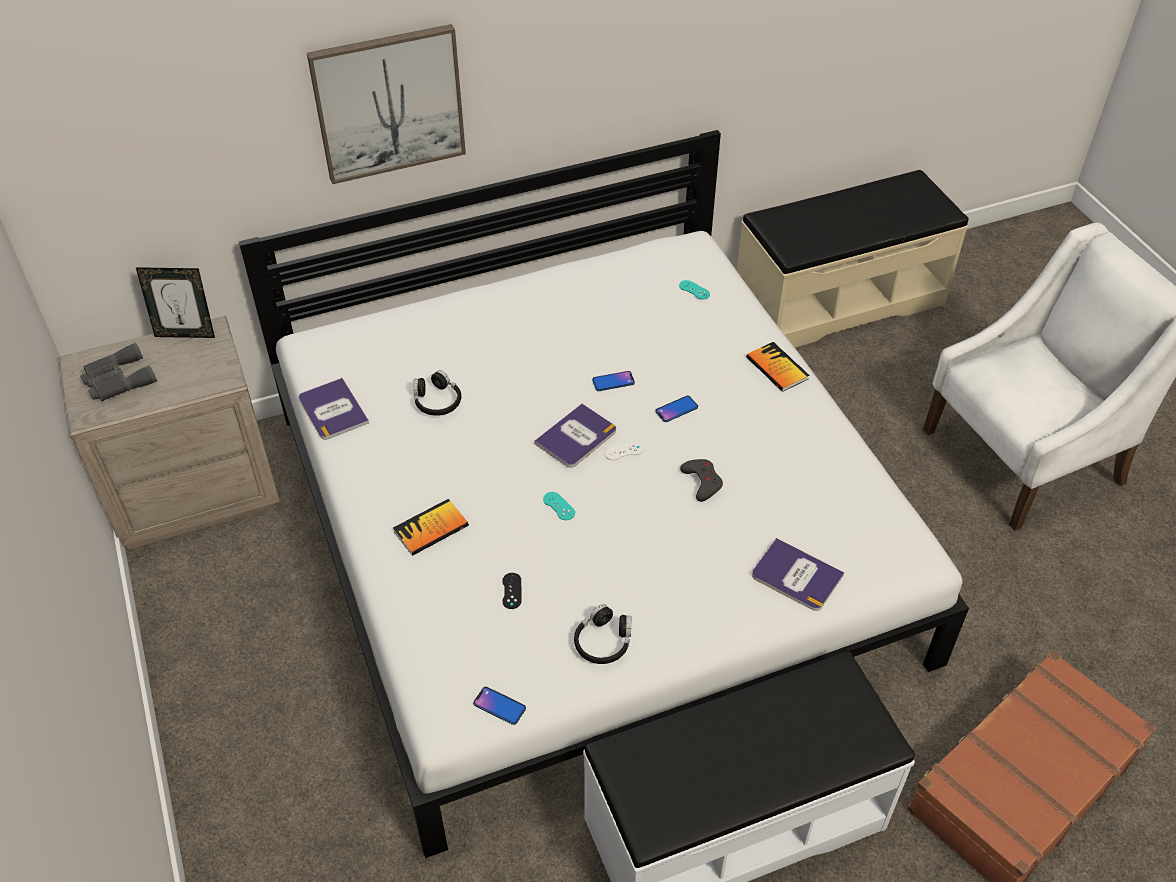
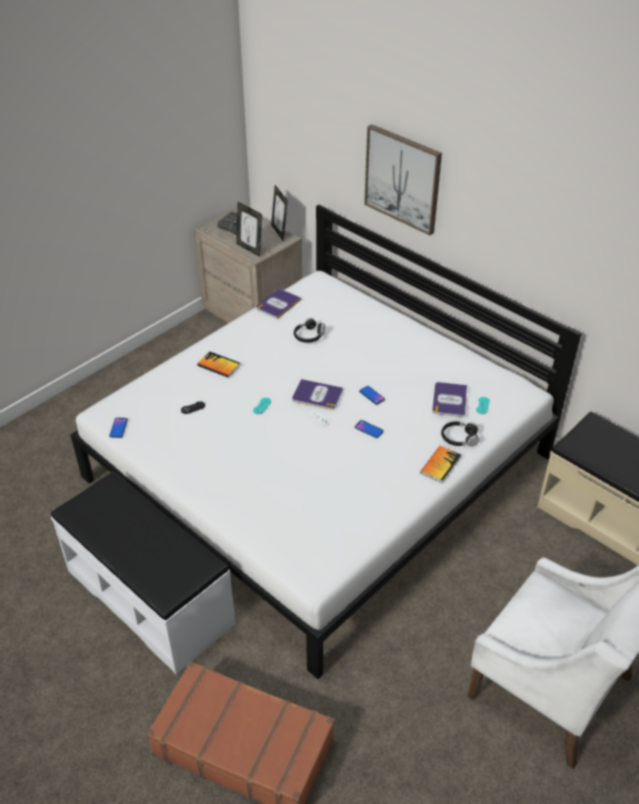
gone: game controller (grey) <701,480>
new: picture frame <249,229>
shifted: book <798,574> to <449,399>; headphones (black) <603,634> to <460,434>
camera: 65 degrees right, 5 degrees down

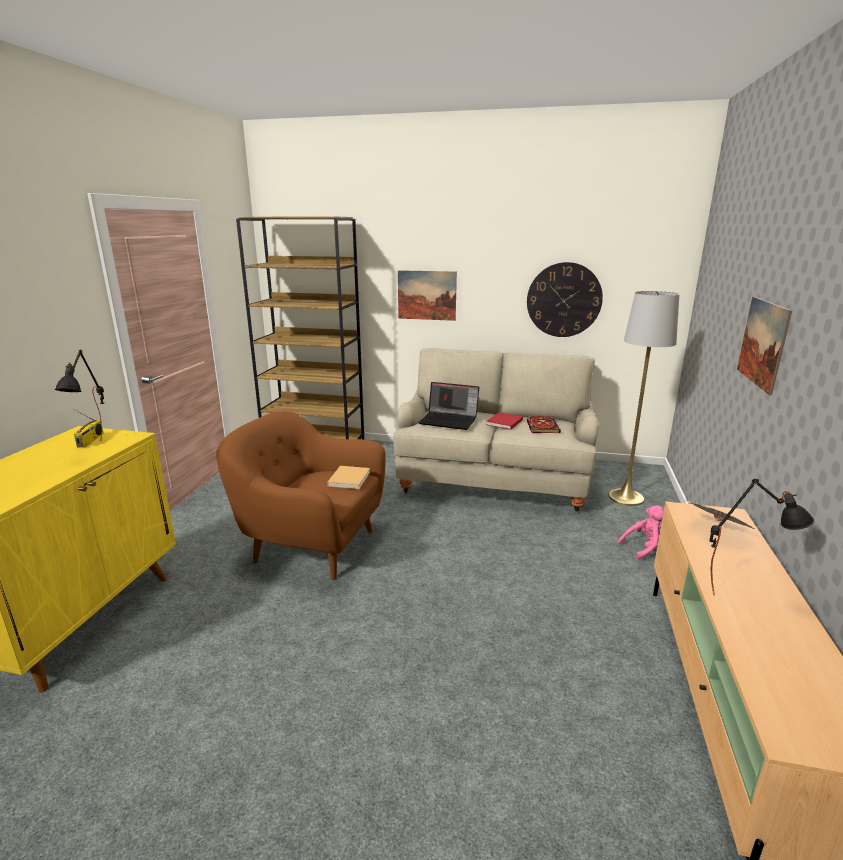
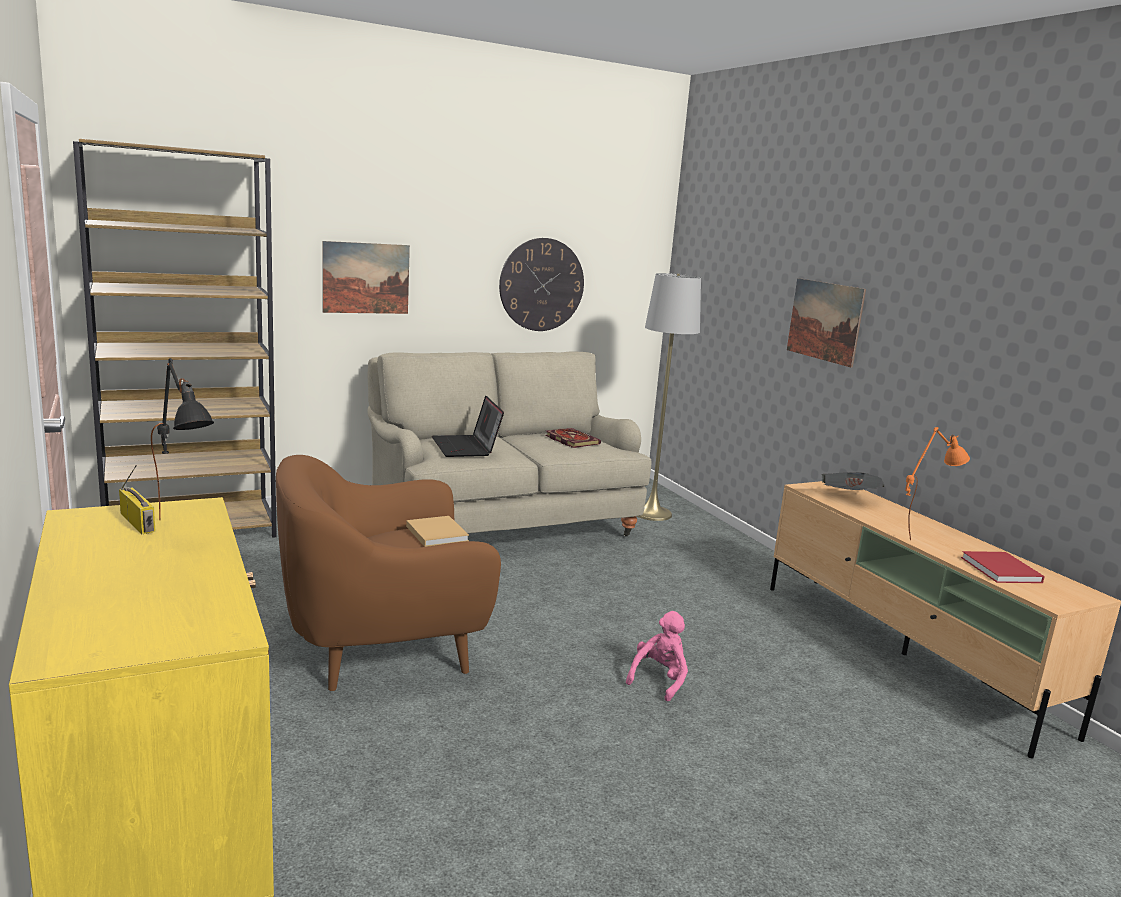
shifted: book (red) <504,421> to <1003,567>; plush toy (pink) <641,532> to <657,656>
repainted: table lamp (black) <761,537> to table lamp (orange) <937,483>
rotated: laptop <448,406> = <468,426> 90 degrees clockwise
camera: 40 degrees left, 5 degrees down

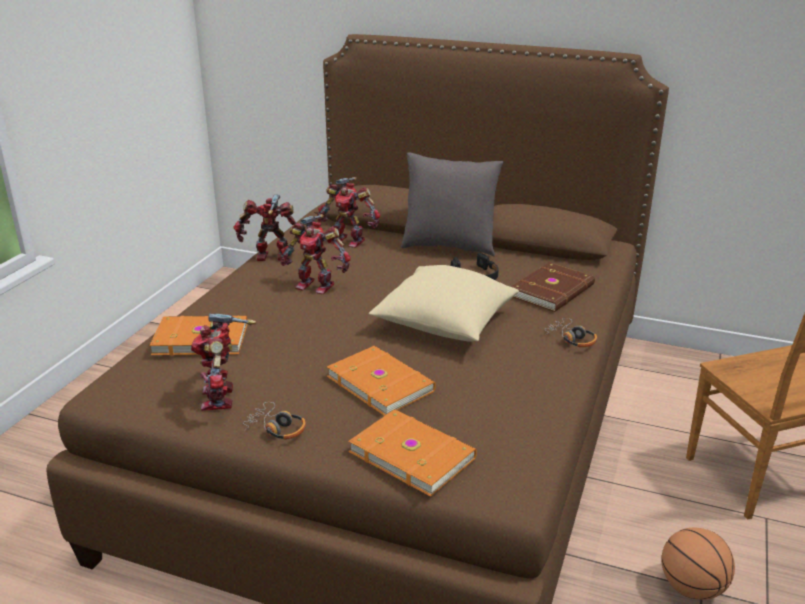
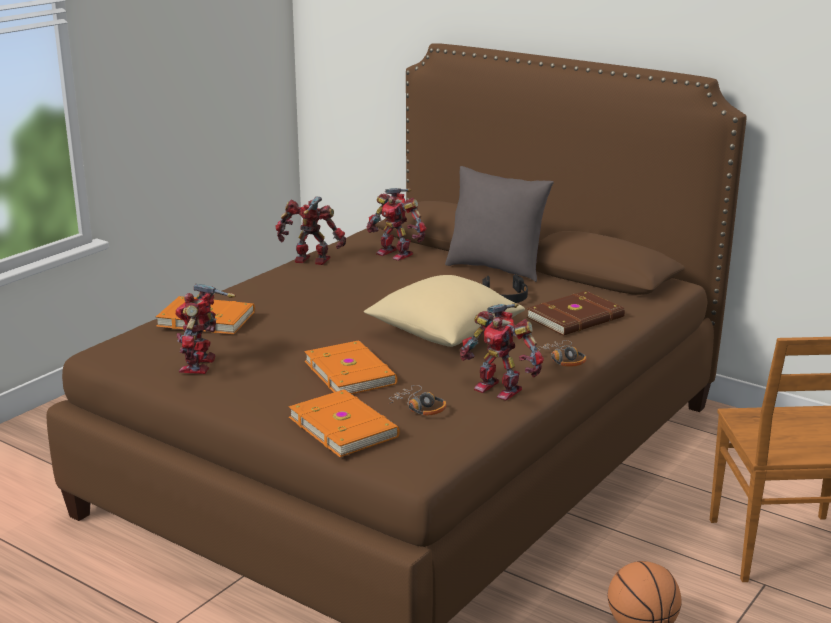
shifted: toy robot <315,254> to <502,352>; headphones <274,421> to <417,400>
camera: 15 degrees right, 5 degrees down

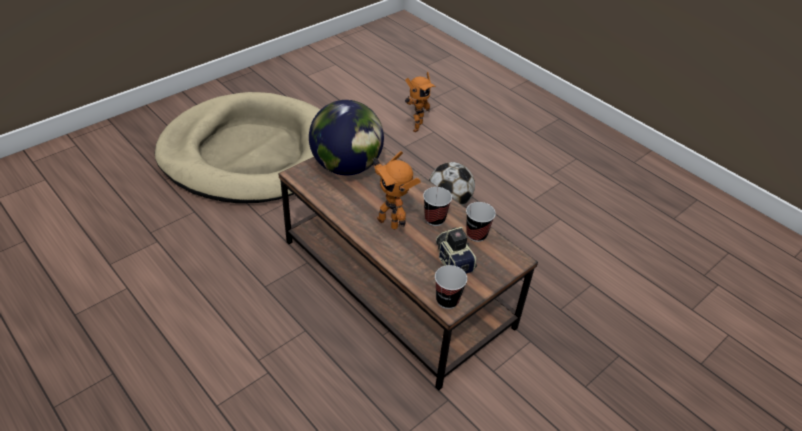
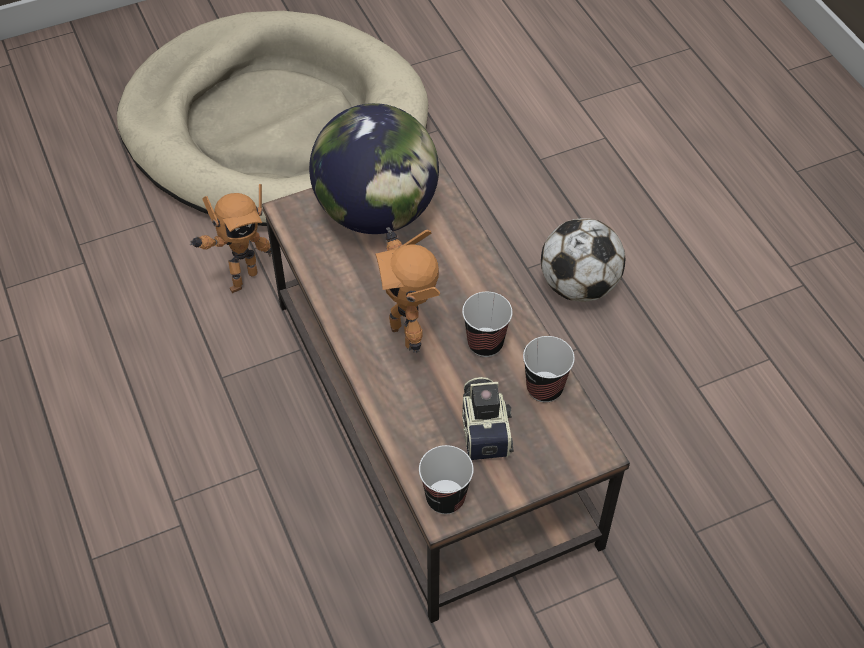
shifted: toy robot <420,102> to <231,238>
camera: 20 degrees right, 10 degrees up

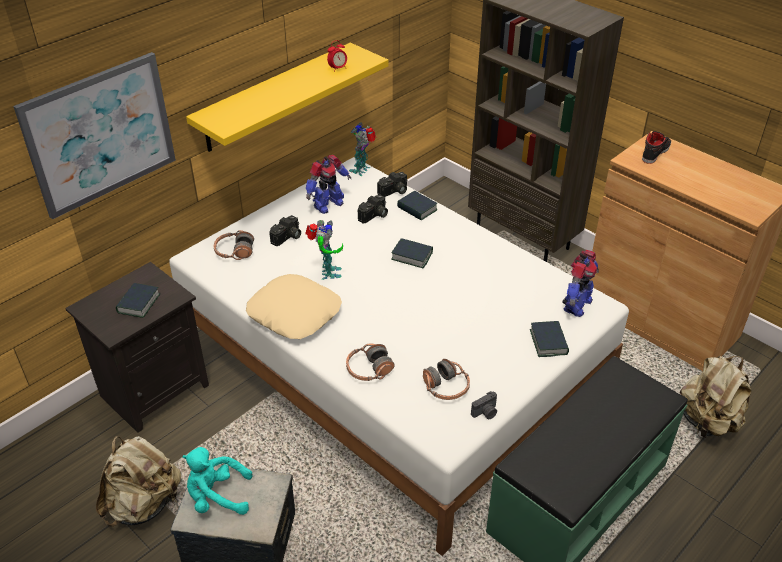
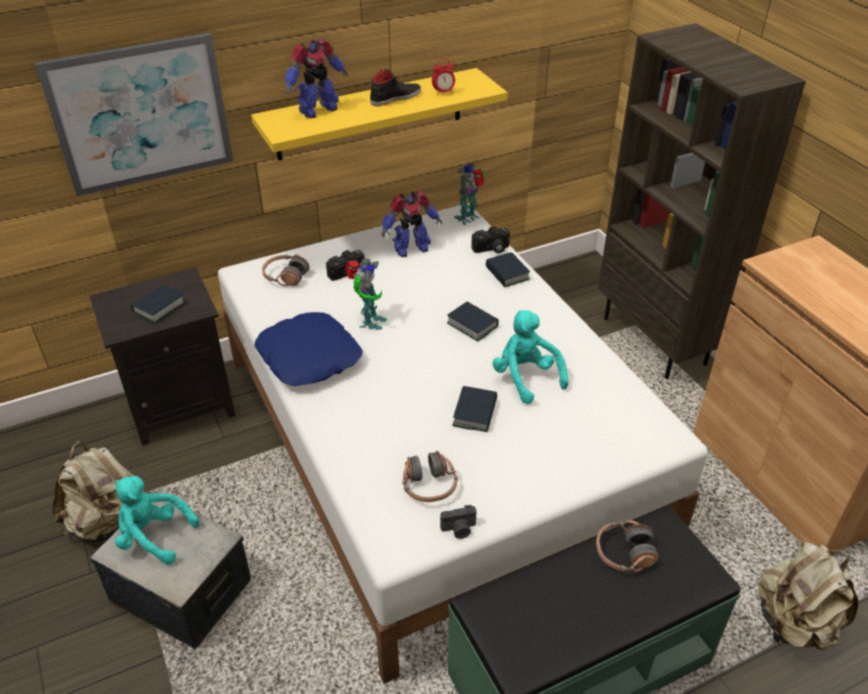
gone: photo camera <373,209>
new: plush toy (turquoise) <530,357>
shifted: shoe (black) <656,147> to <395,87>; toy robot <580,283> to <316,78>; book <549,339> to <474,409>; headphones <370,362> to <627,546>
repainted: pillow (beige) <294,306> to pillow (blue) <308,349>
camera: 20 degrees right, 0 degrees up

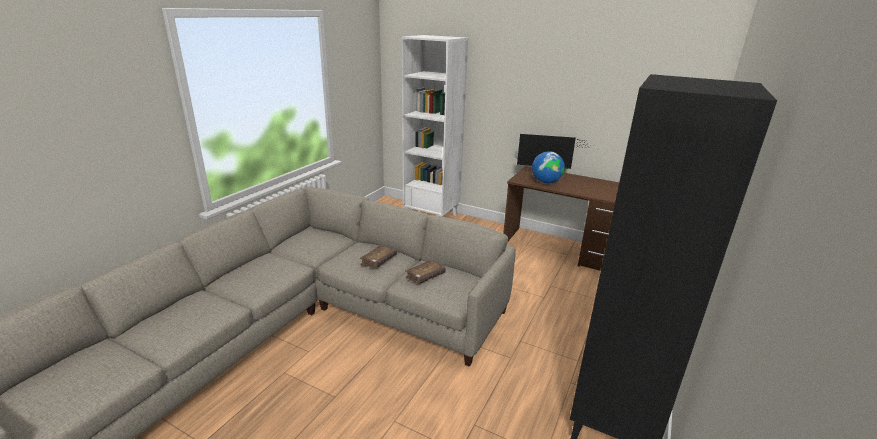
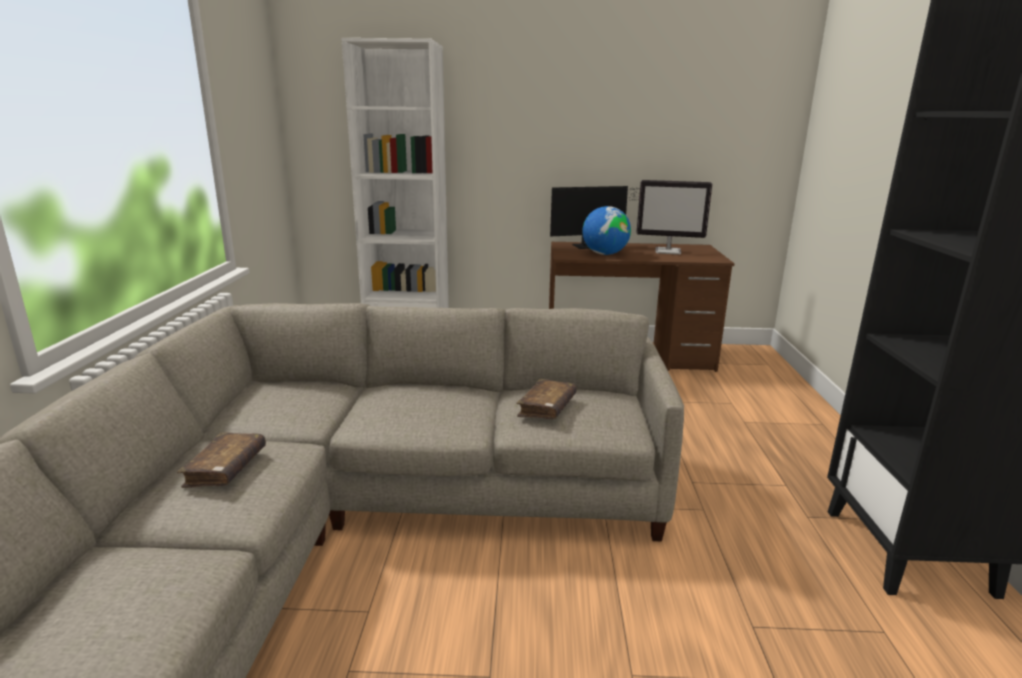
new: monitor <674,217>
shifted: book (brown) <378,256> to <221,460>
camera: 25 degrees left, 5 degrees down

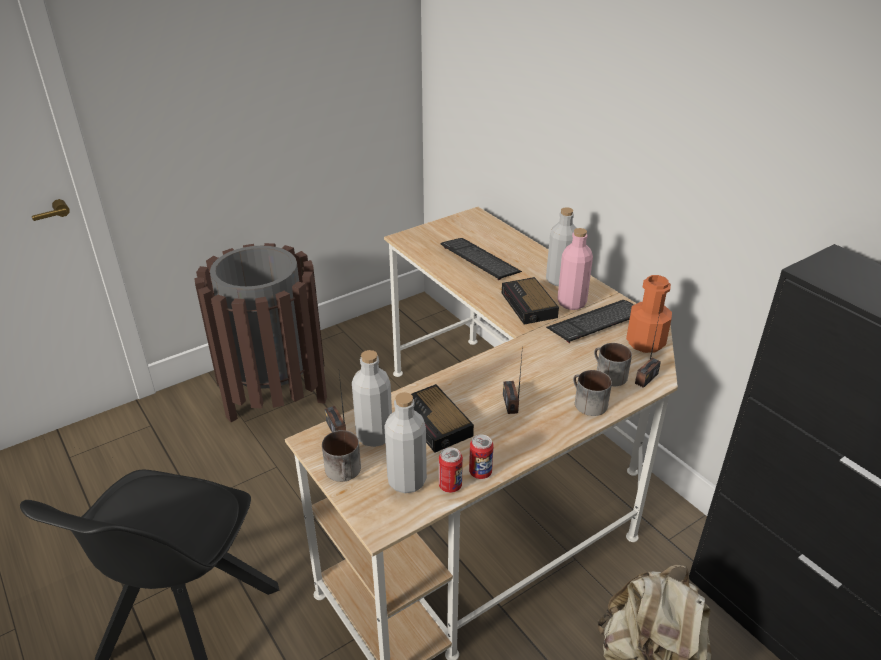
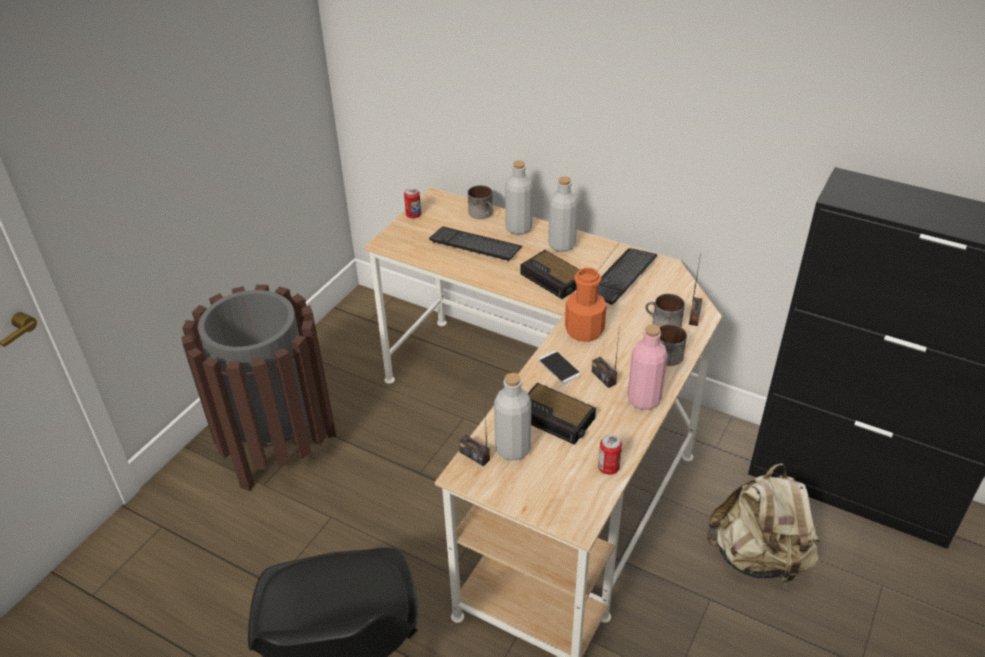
new: phone <559,367>
shifted: bottle (pink) <575,269> to <647,367>; bottle (orange) <649,314> to <586,305>; bottle (grey) <405,442> to <519,197>; mug <341,456> to <480,202>; can <481,457> to <412,203>
camera: 25 degrees left, 5 degrees up

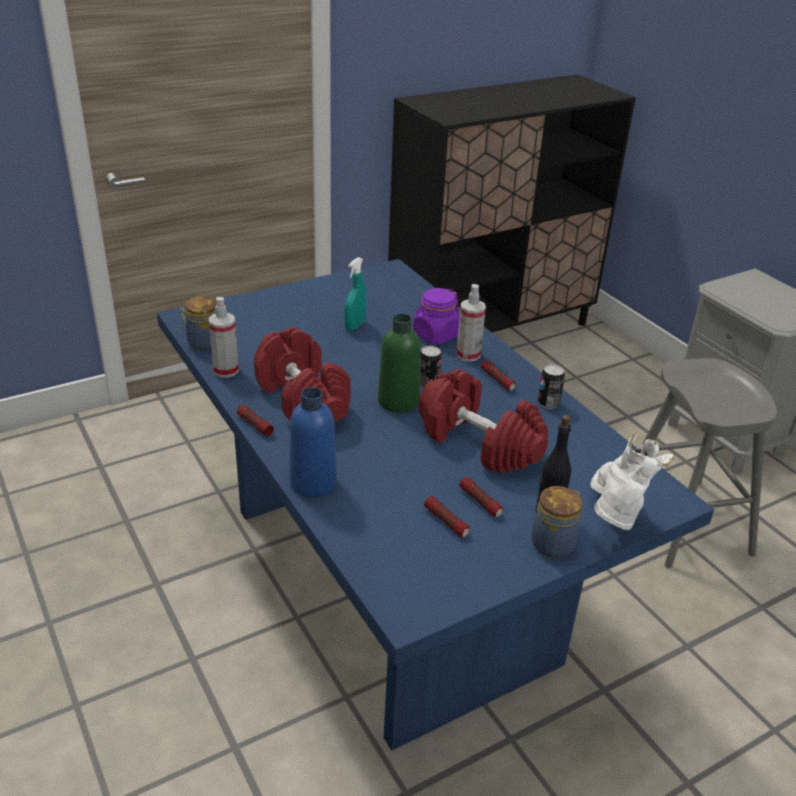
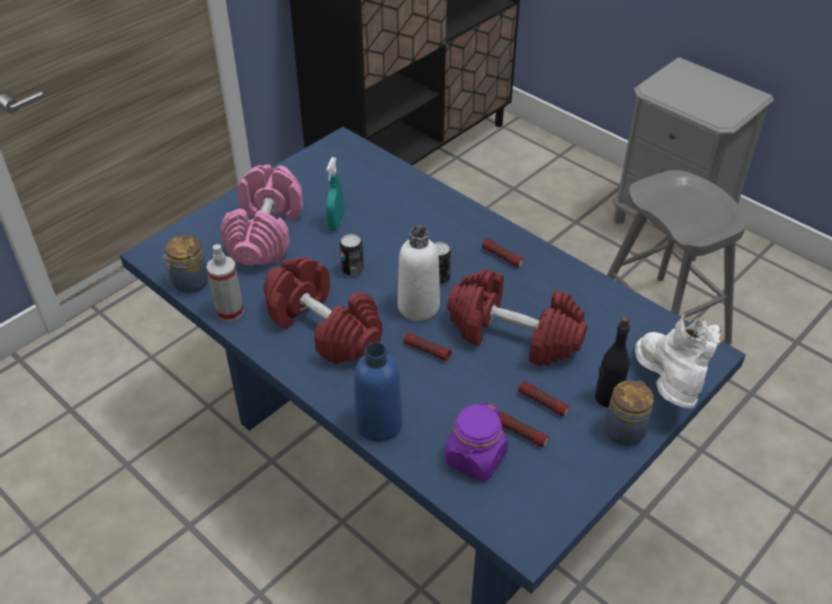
gone: spray bottle <471,323>
new: dumbbell (pink) <261,215>
shifted: jar (purple) <436,316> to <476,441>; can <551,386> to <352,255>; flashlight <255,420> to <427,347>
repainted: bottle (green) <399,363> to bottle (white) <419,273>
camera: 15 degrees left, 10 degrees up

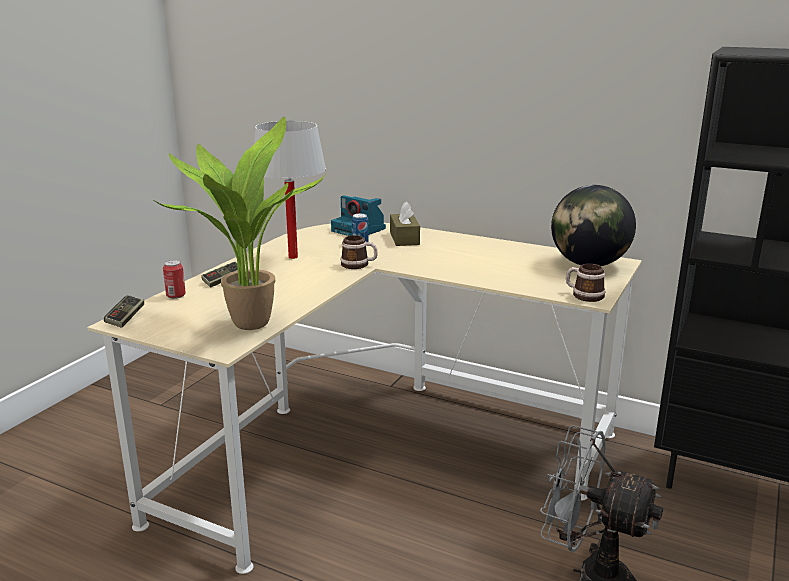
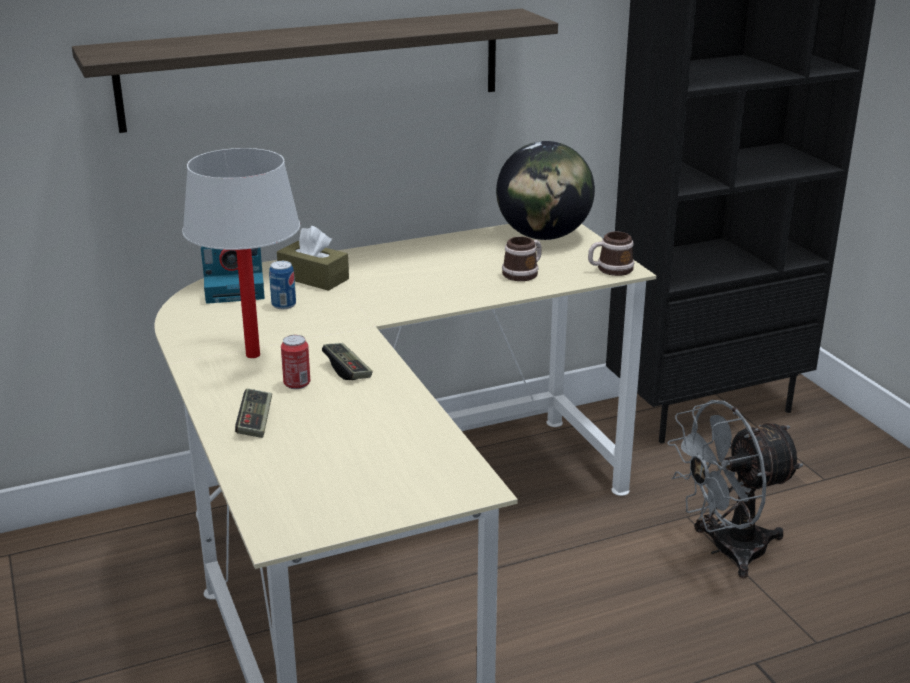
gone: potted plant <240,223>
new: shelf <315,71>
shifted: mug <359,252> to <522,259>; can <174,279> to <295,362>; game controller <124,311> to <347,361>
camera: 50 degrees left, 5 degrees up

